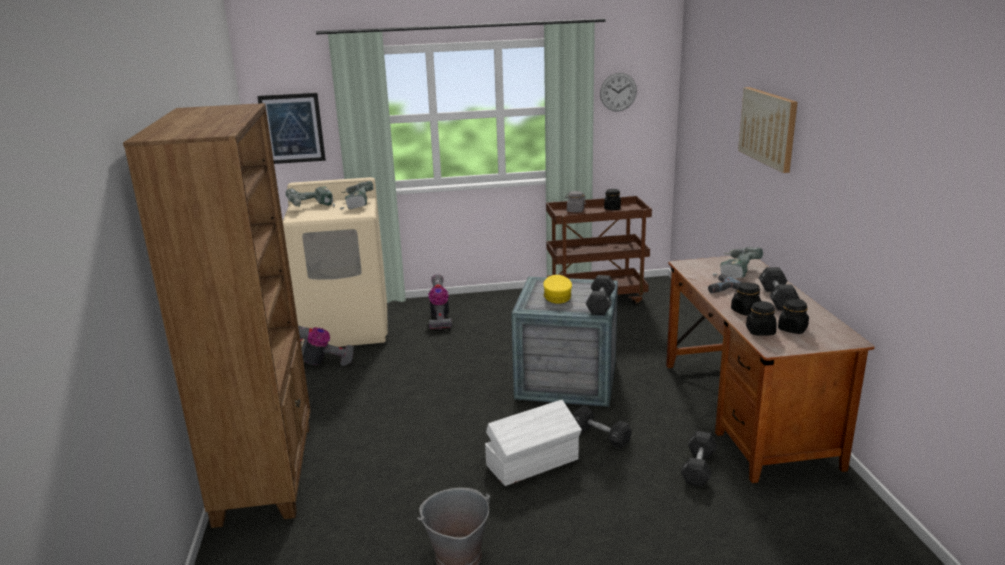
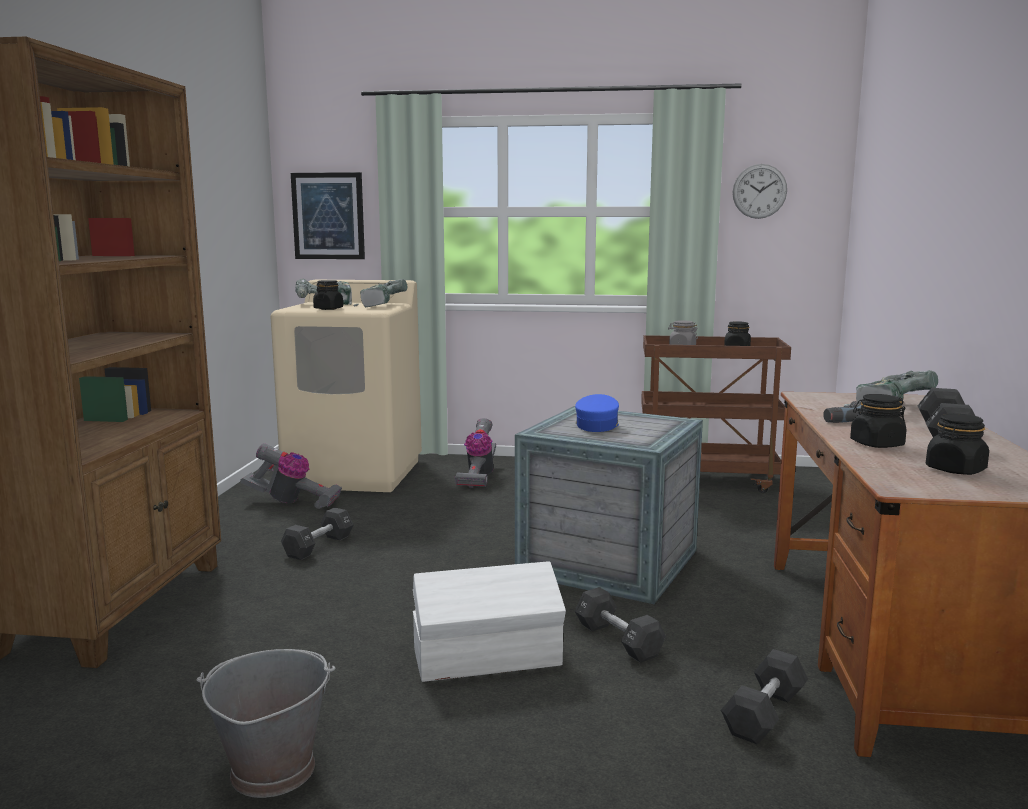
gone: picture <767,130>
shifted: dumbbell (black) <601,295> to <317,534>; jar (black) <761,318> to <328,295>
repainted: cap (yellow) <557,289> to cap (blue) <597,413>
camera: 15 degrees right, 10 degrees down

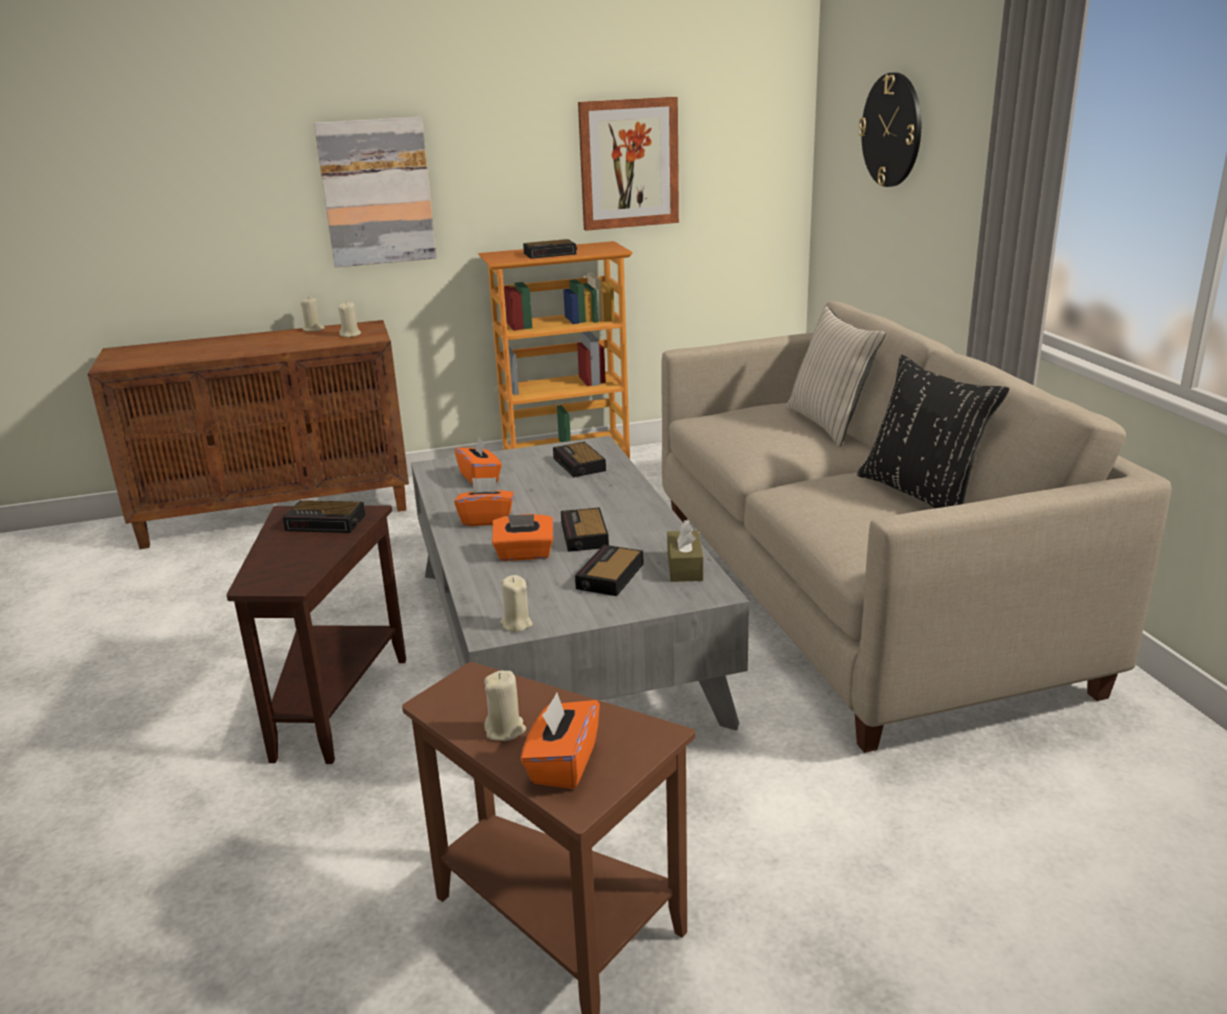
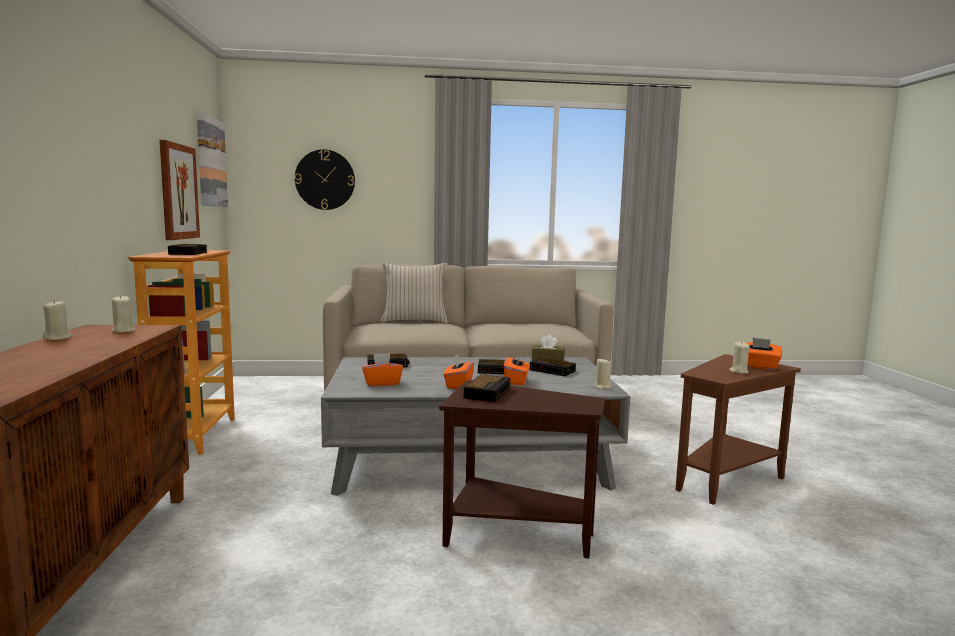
gone: pillow (black) <933,431>
shifted: picture <375,192> to <212,159>
camera: 80 degrees left, 15 degrees down

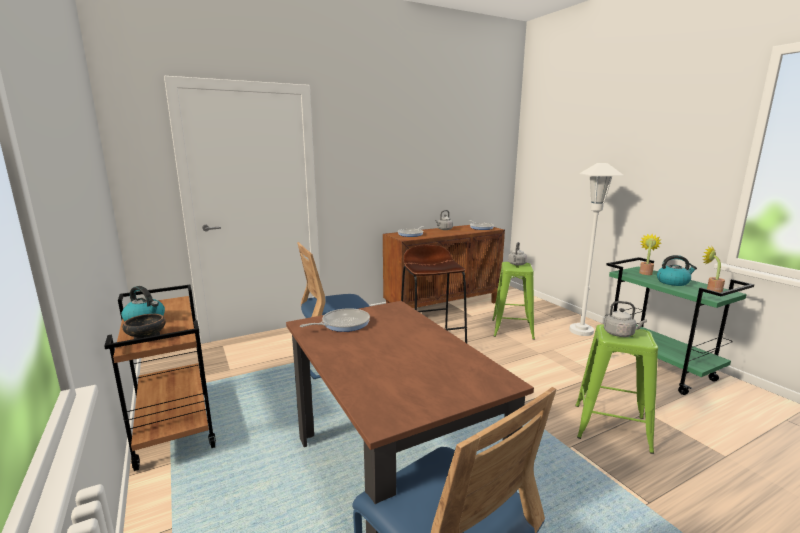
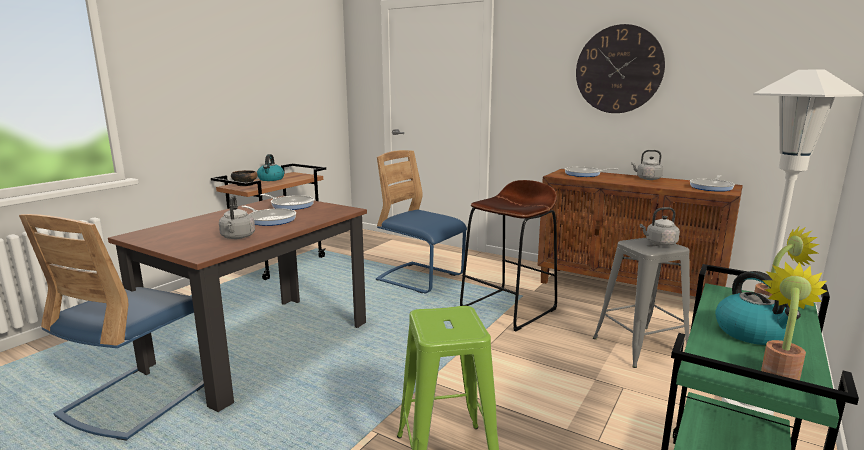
new: wall clock <620,68>; frying pan <269,216>
shifted: kettle (grey) <625,319> to <237,217>
repainted: stool (green) <513,301> to stool (grey) <641,303>
camera: 60 degrees right, 0 degrees up

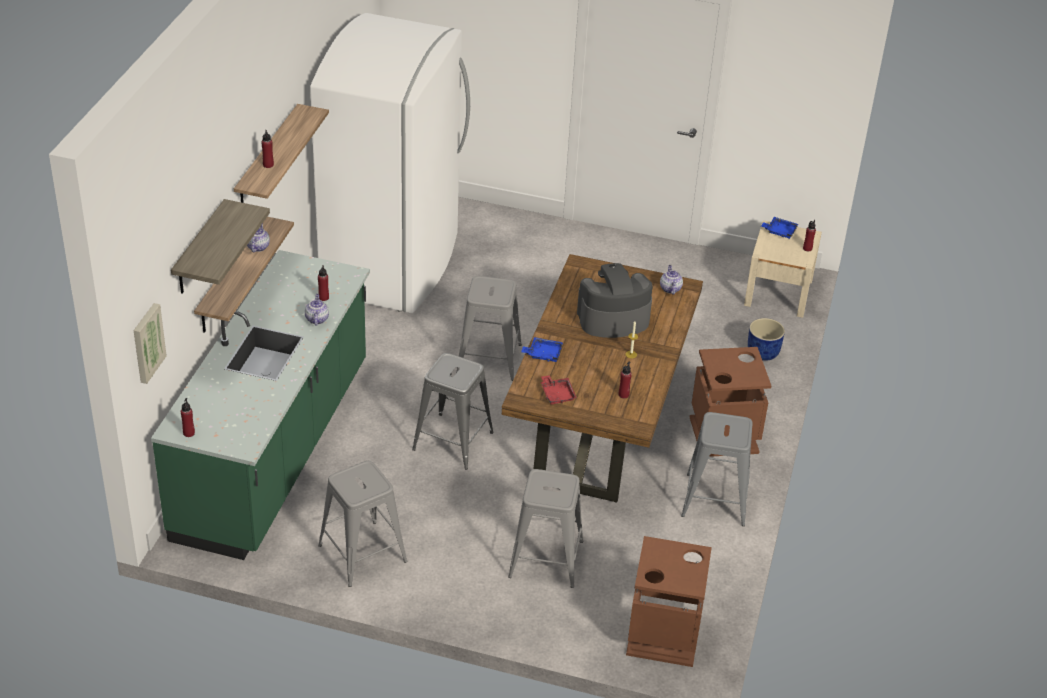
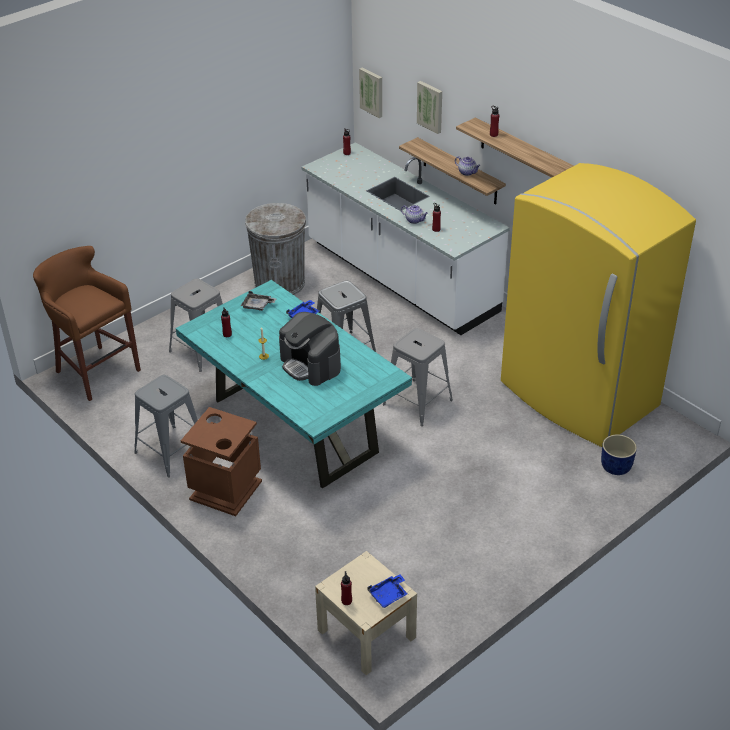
gone: teapot <671,280>
shifted: planter (blue) <766,339> to <619,455>
swapped: shelf <220,246> to picture <429,107>; stool (grey) <362,524> to trash can (grey) <275,249>; trash can (brown) <669,601> to stool (brown) <87,323>
repainted: fridge (white) <390,163> to fridge (yellow) <598,305>; counter (green) <260,405> to counter (white) <405,238>; dining table (brown) <602,378> to dining table (turquoise) <294,384>; tray (red) <559,390> to tray (grey) <258,301>
rotated: coffee machine <615,300> = <310,349> 120 degrees clockwise
camera: 125 degrees right, 0 degrees up

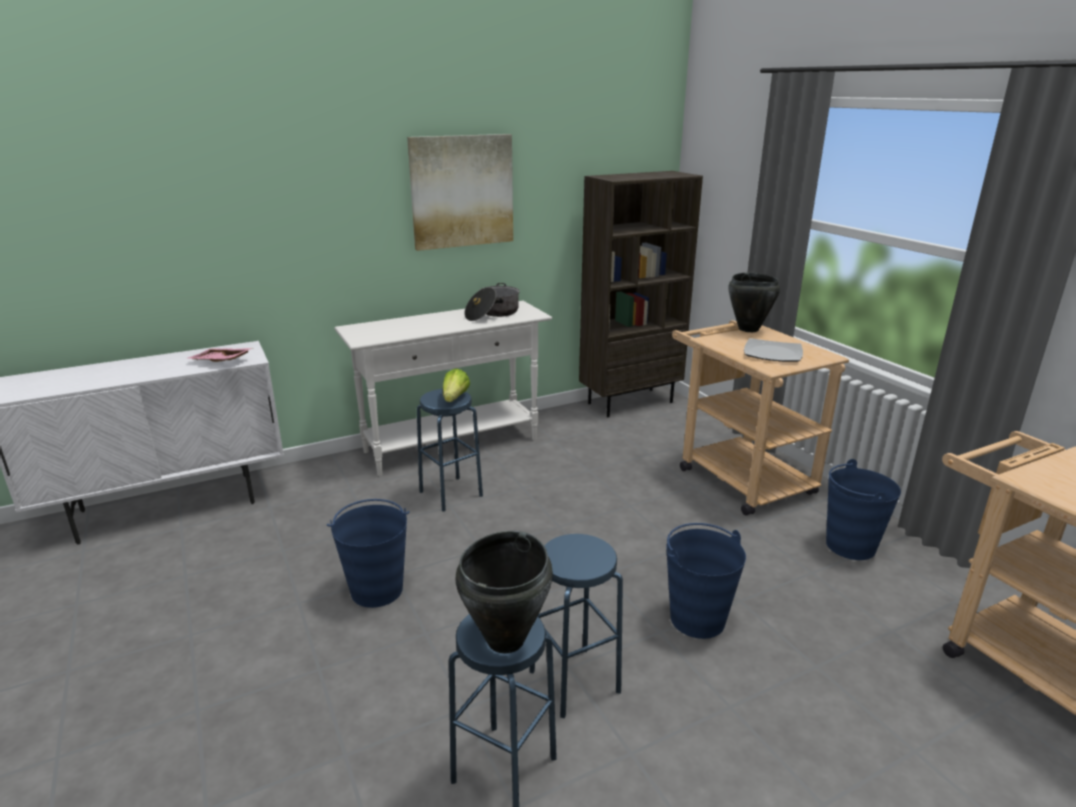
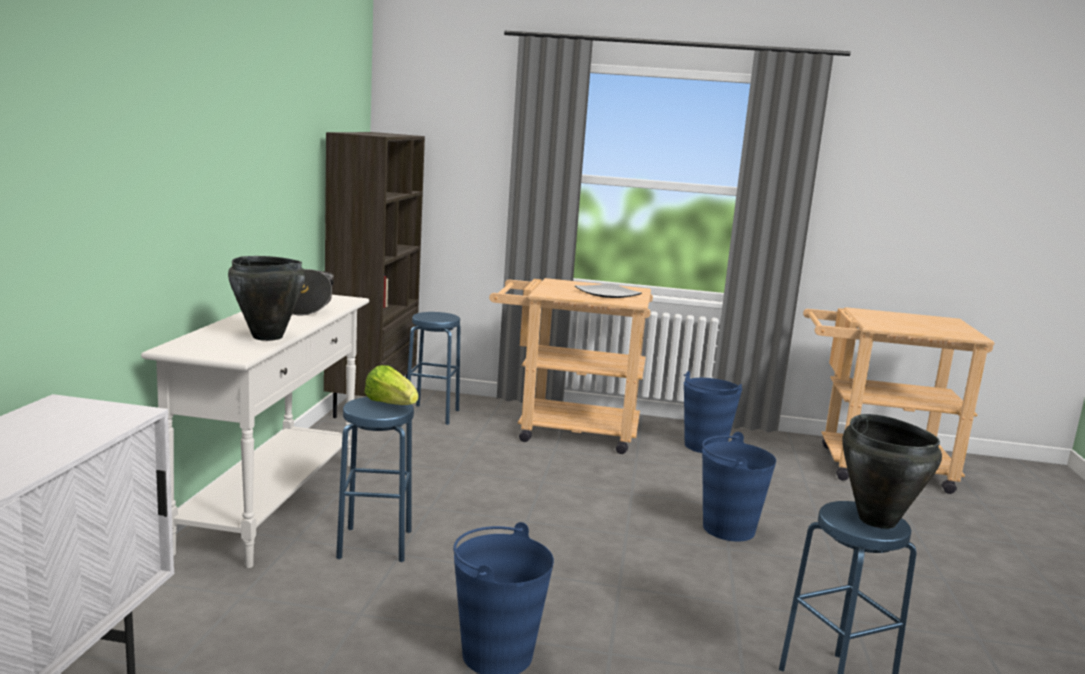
gone: picture <460,192>; tray (pink) <220,355>
shifted: cooking pot (black) <754,302> to <267,298>; stool (blue) <576,626> to <433,368>
camera: 55 degrees left, 10 degrees down

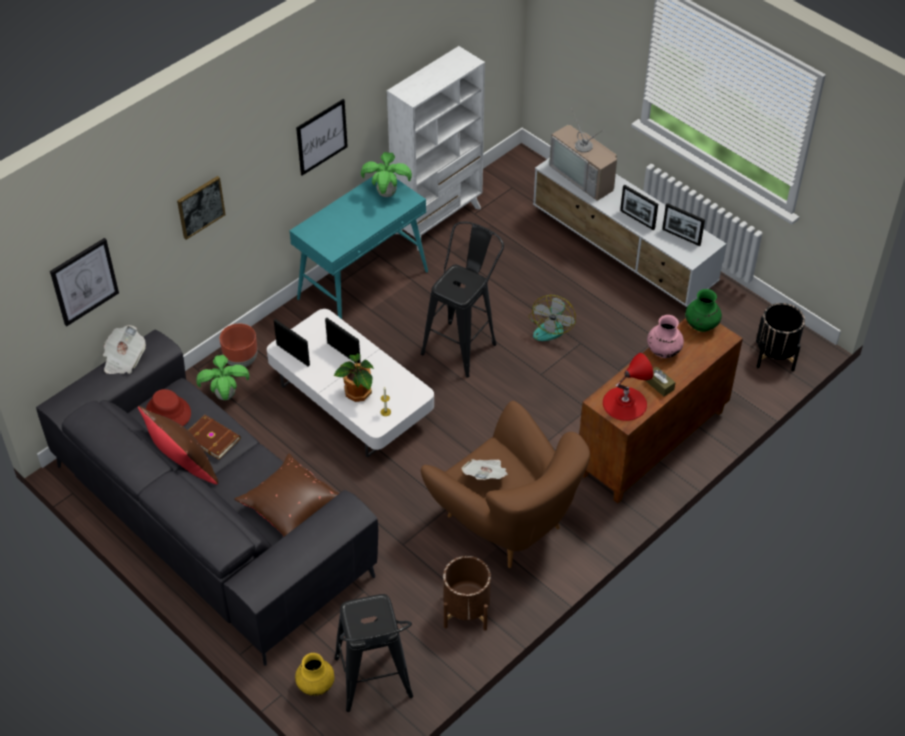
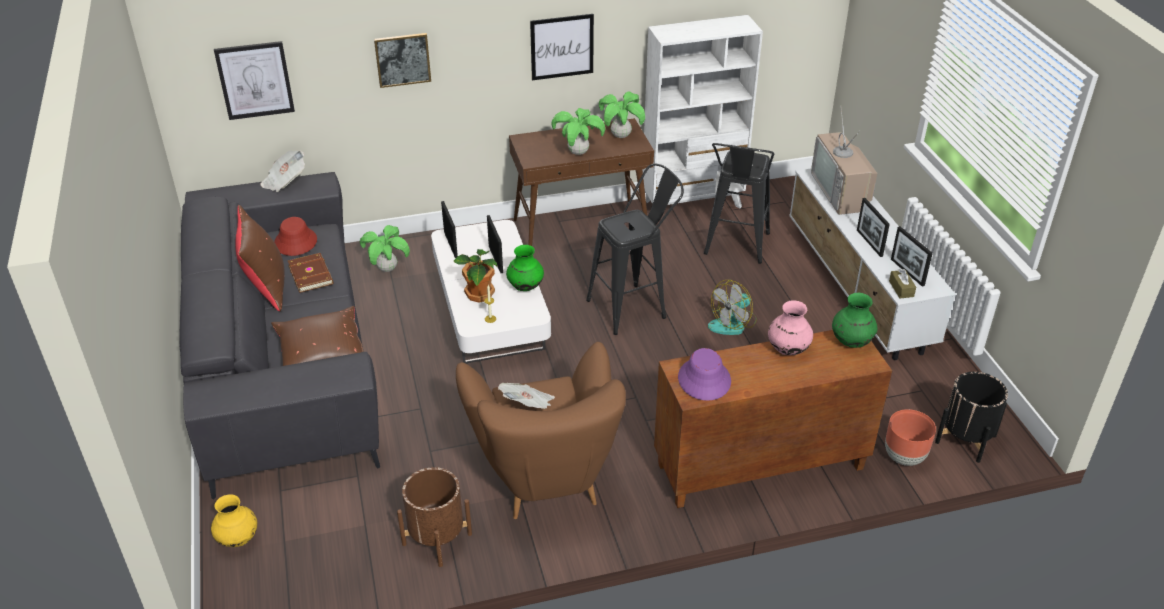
new: potted plant <578,131>; vase (green) <525,268>
shifted: planter (brown) <238,345> to <910,437>; tissue box (brown) <660,381> to <902,283>; stool (black) <373,653> to <739,203>
swapped: table lamp (red) <628,387> to hat (purple) <704,374>
repainted: console table (turquoise) <359,247> to console table (brown) <581,182>
camera: 30 degrees right, 10 degrees down

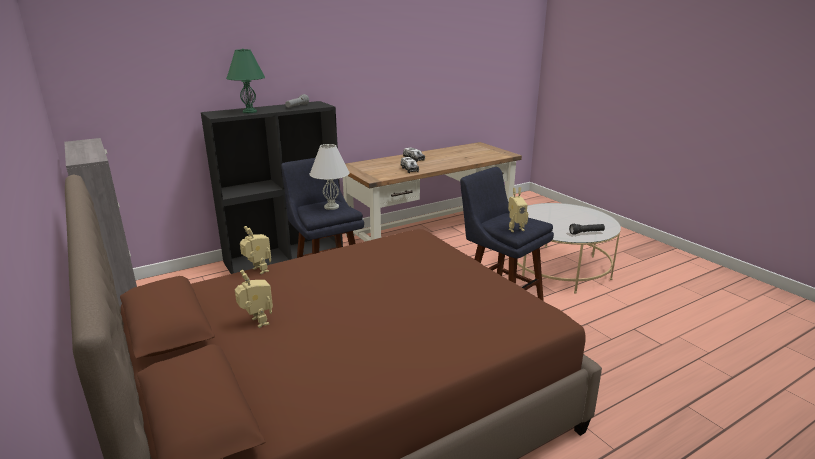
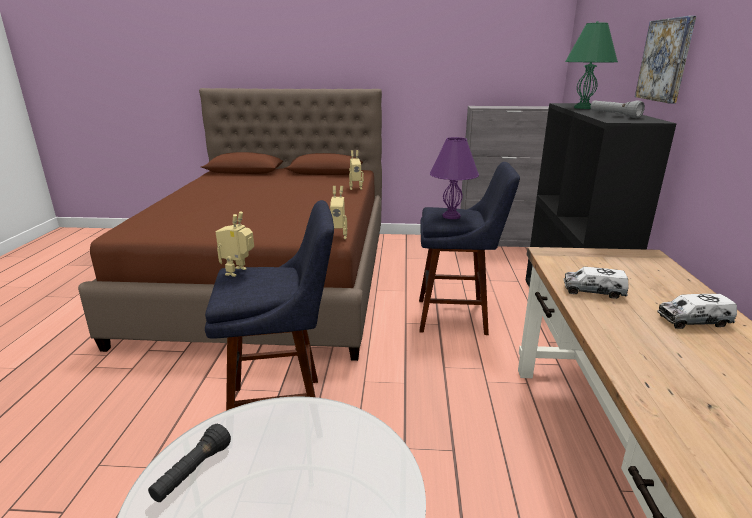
new: picture <665,59>
shifted: toy robot <254,299> to <338,212>
repainted: table lamp (white) <330,177> to table lamp (purple) <454,178>
camera: 125 degrees right, 0 degrees up

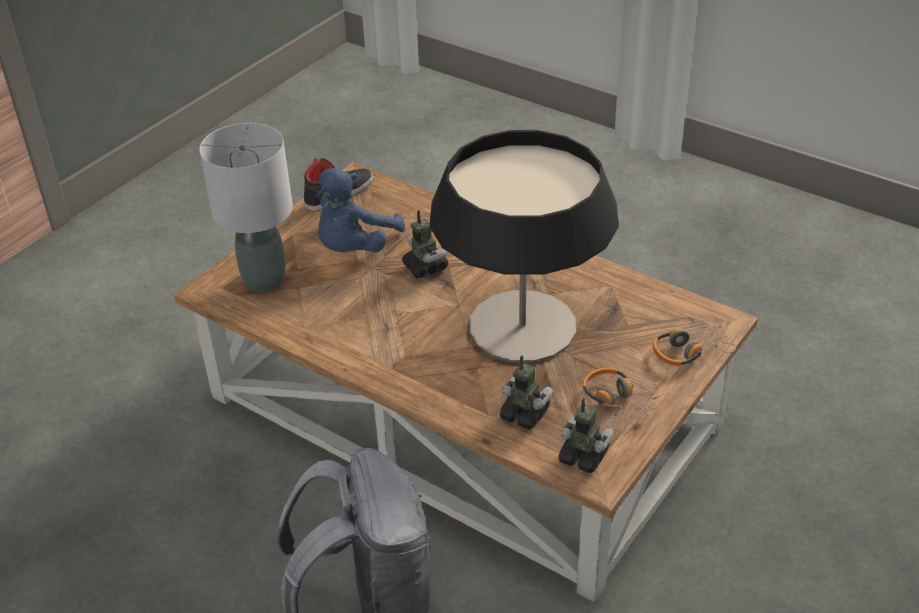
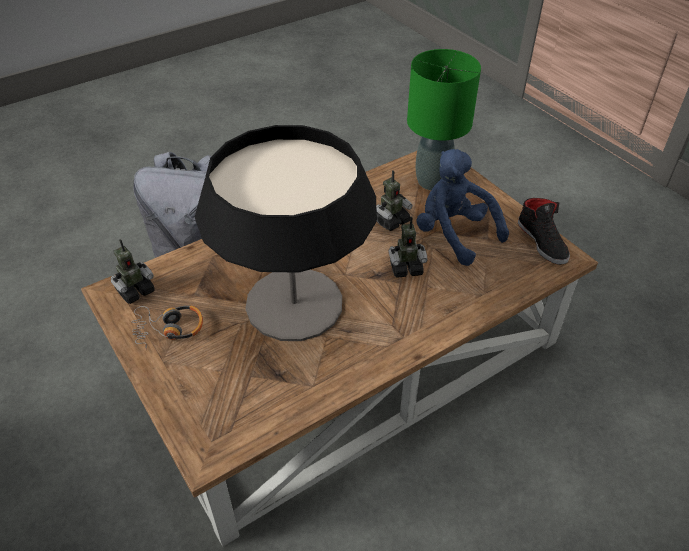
gone: headphones <694,341>
shifted: toy robot <526,392> to <394,200>
repainted: table lamp (grey) <246,207> to table lamp (green) <444,119>
camera: 110 degrees right, 5 degrees up

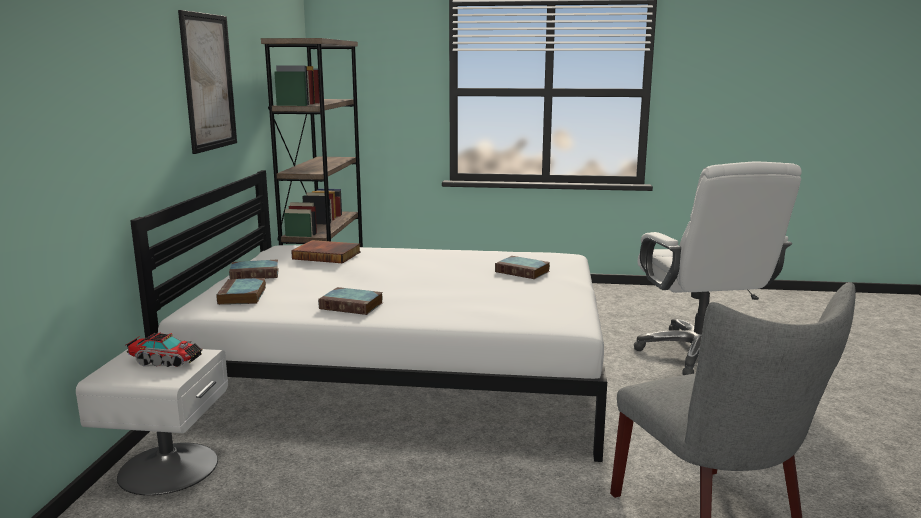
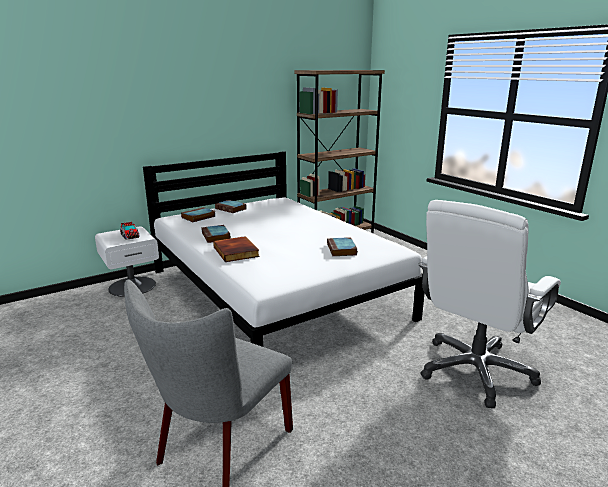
gone: picture <207,82>
shifted: book <325,251> to <236,249>
camera: 50 degrees right, 5 degrees up

